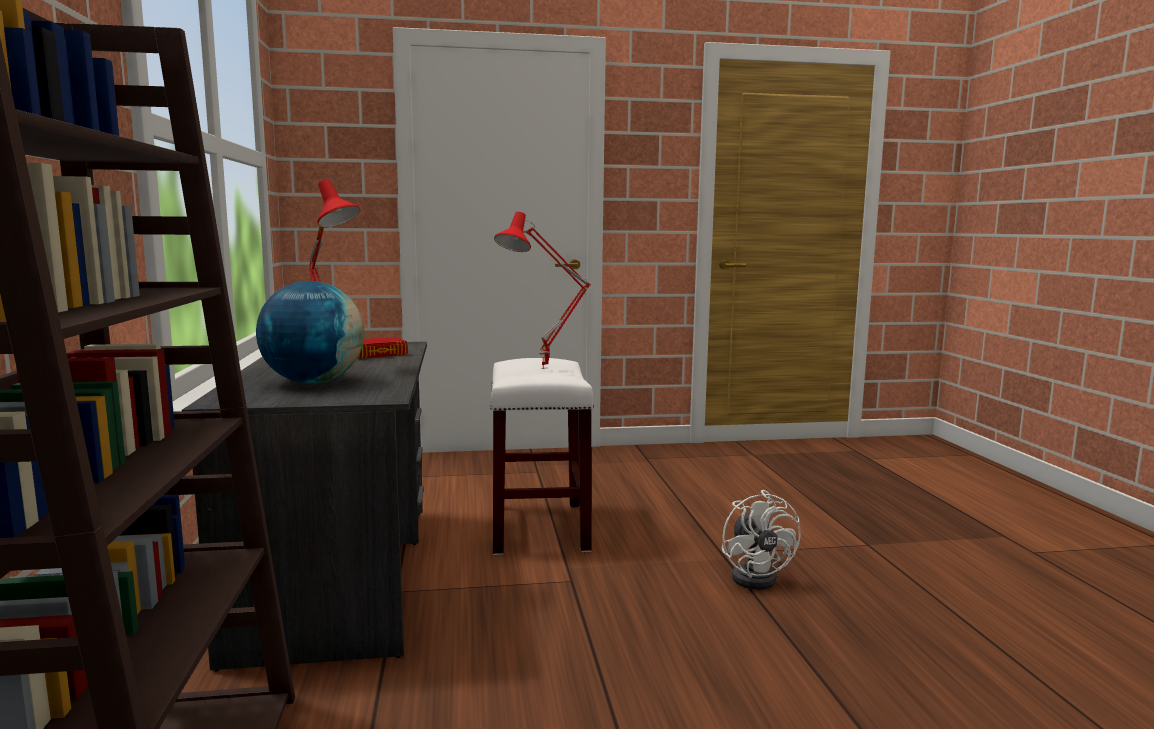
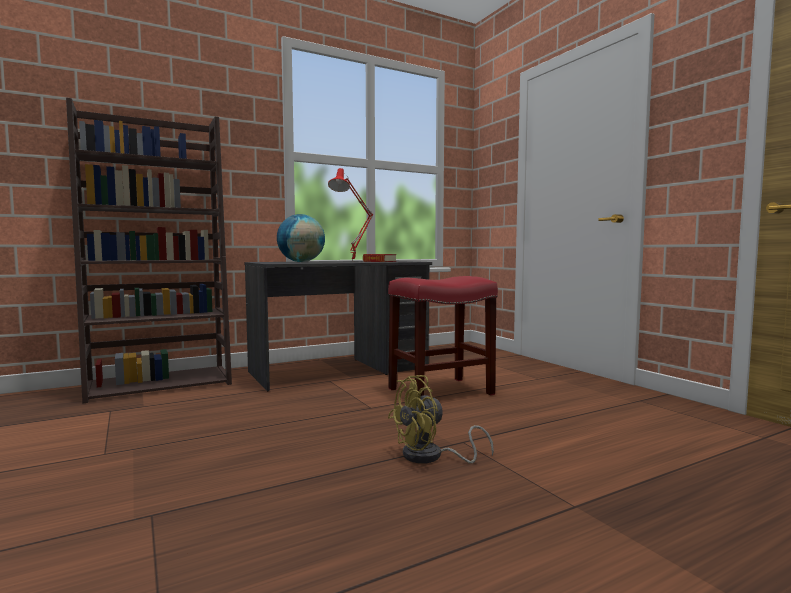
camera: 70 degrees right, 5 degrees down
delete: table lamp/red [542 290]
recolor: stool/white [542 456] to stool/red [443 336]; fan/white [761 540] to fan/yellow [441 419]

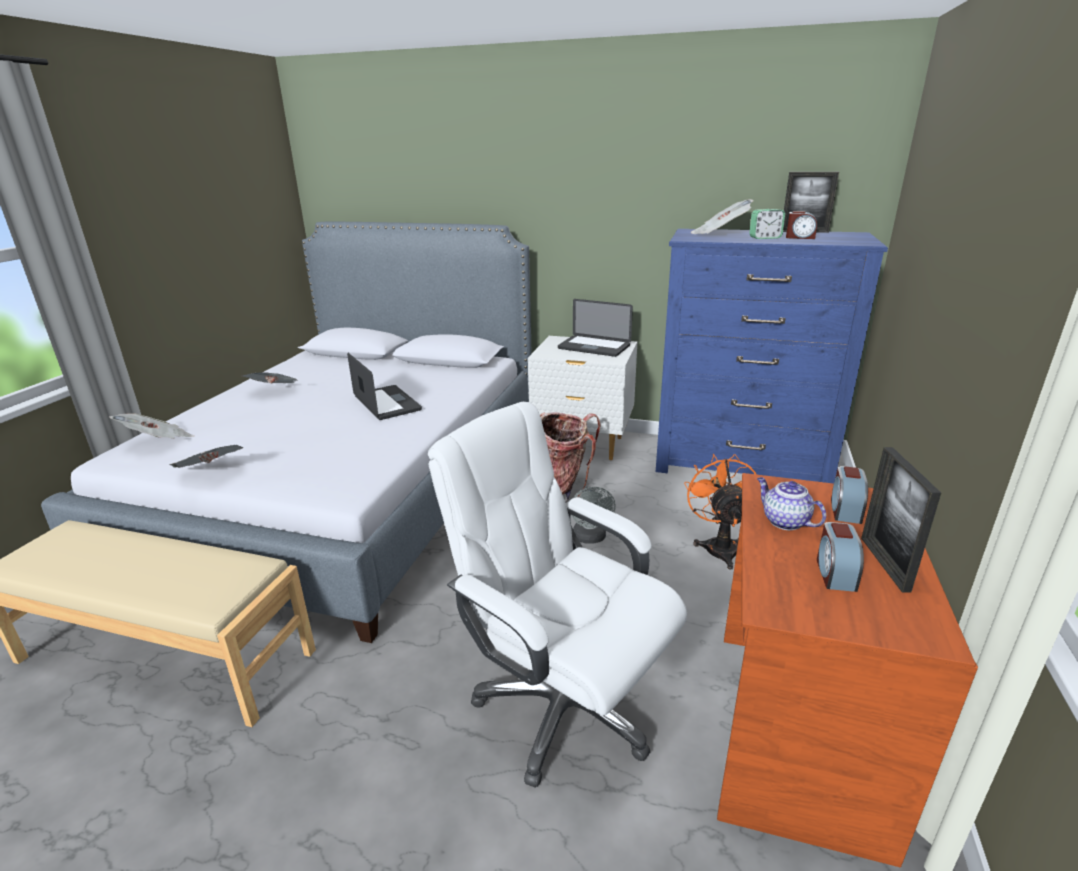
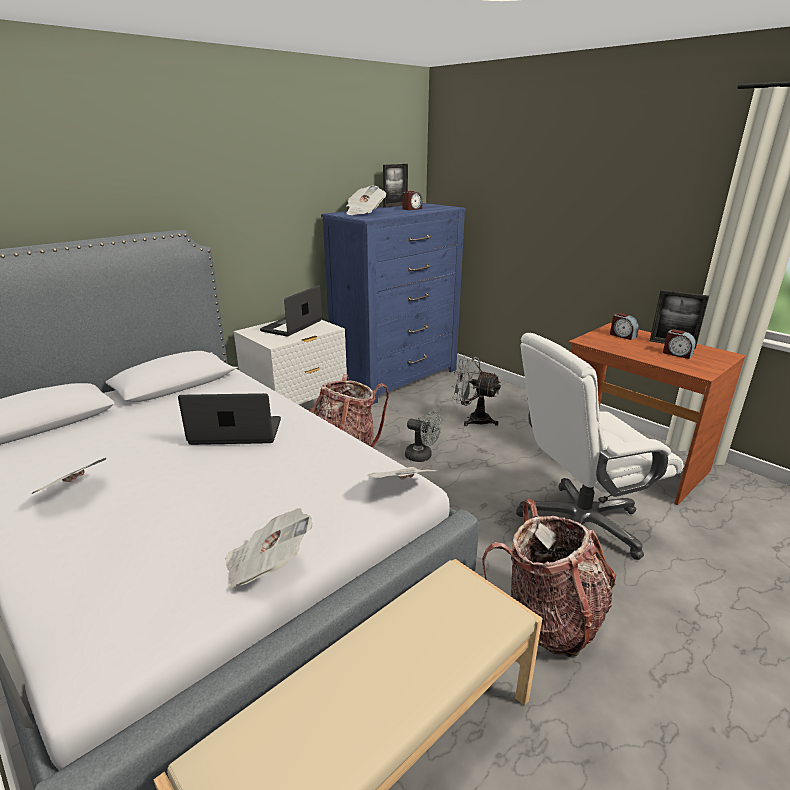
camera: 60 degrees left, 0 degrees up
delete: alarm clock [767 224]; teapot [791 503]
insert: backpack [549 578]
move: newspaper [152 425] to [403 473]
recolor: fan/orange [720 512] to fan/grey [476 390]
rotate: laptop [595 328] = [291 311] 150 degrees clockwise

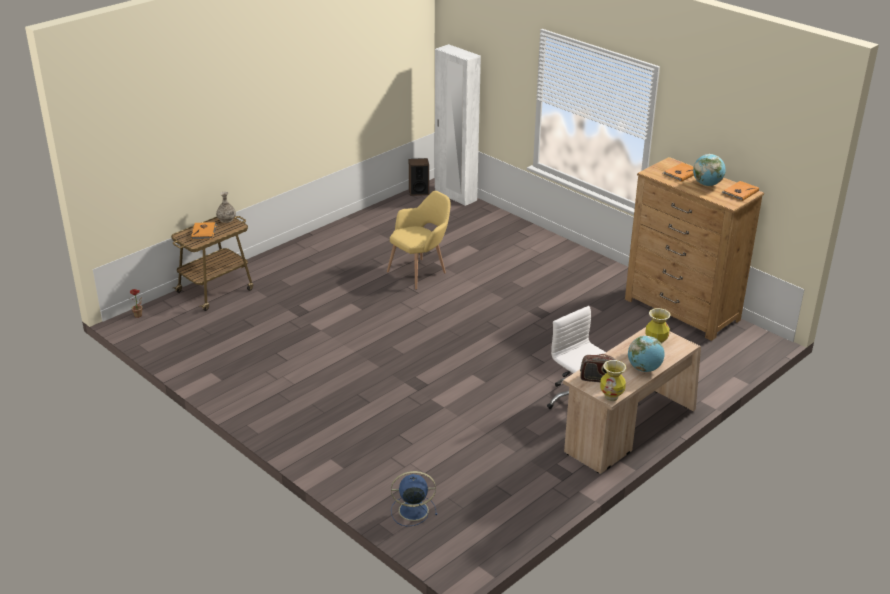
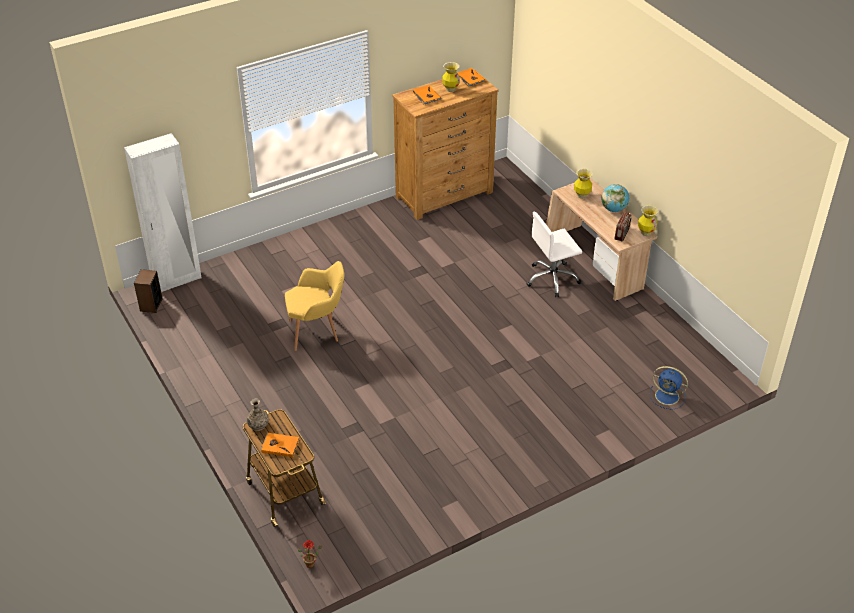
camera: 75 degrees left, 10 degrees up
replace: globe [709 170] to vase [451 77]
rotate: armchair/yellow [419 240] = [314 306] 105 degrees clockwise; fan/blue [414 498] = [669 388] 75 degrees counterclockwise

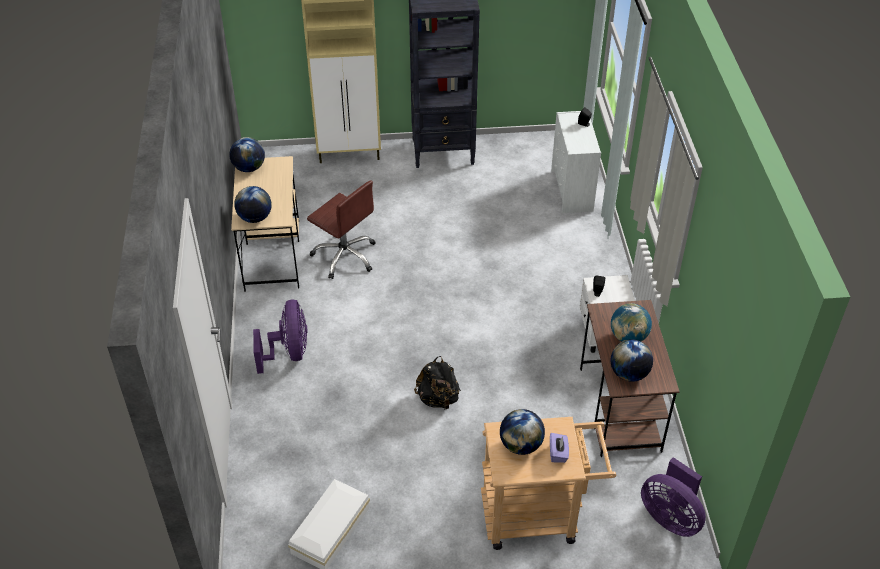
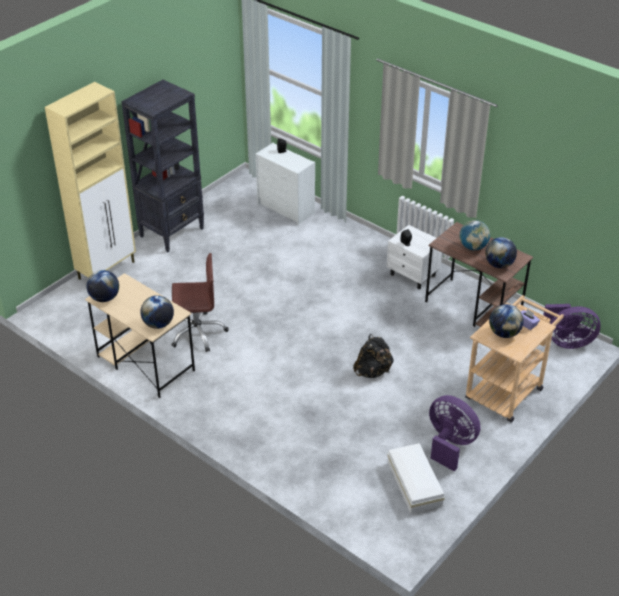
camera: 45 degrees left, 5 degrees down
move: fan/purple [280 337] to [455 433]

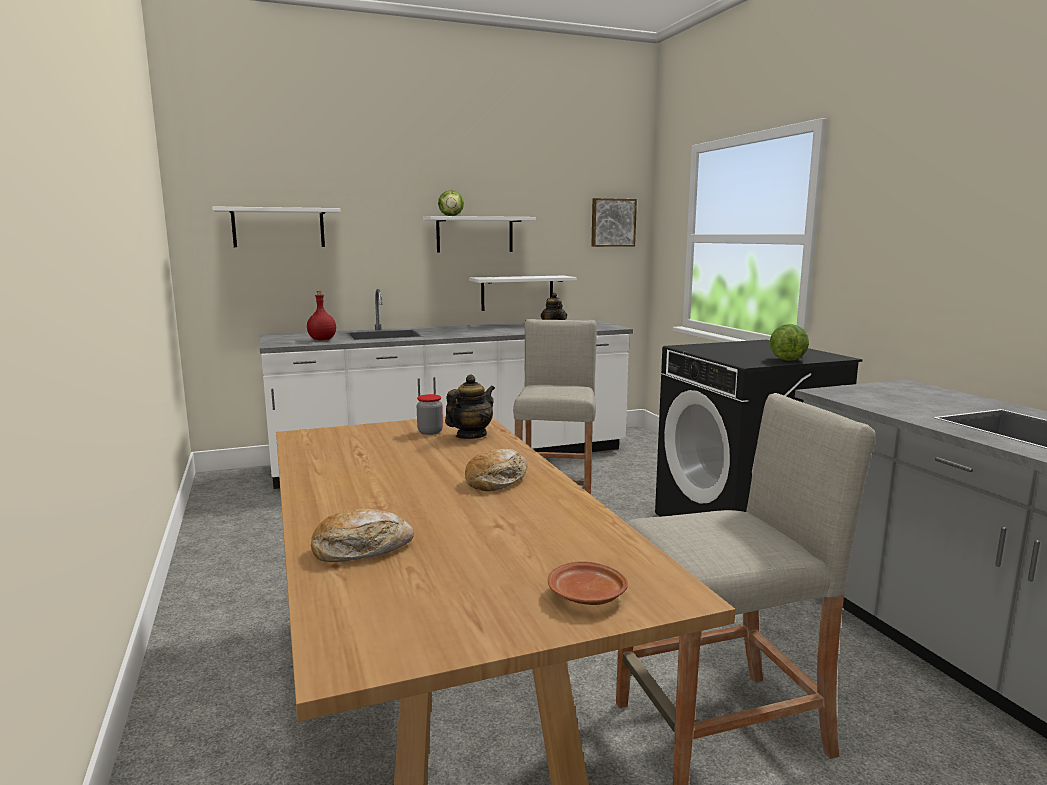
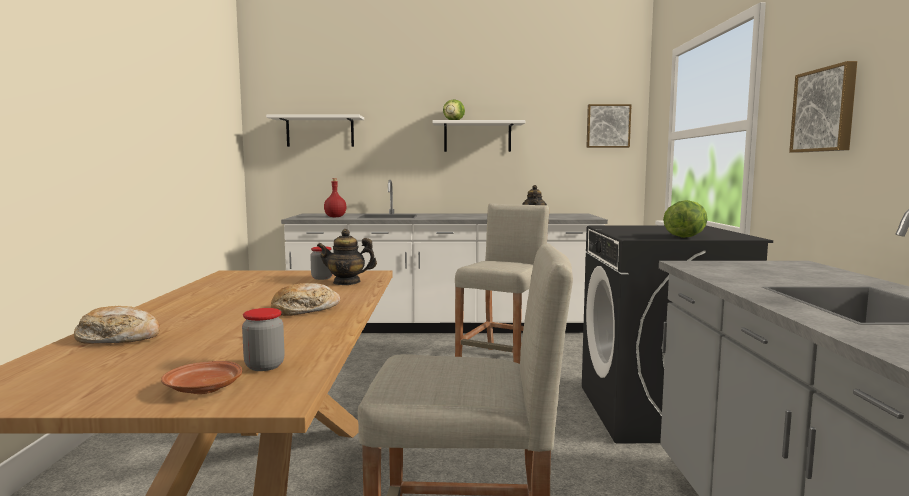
camera: 20 degrees right, 5 degrees down
delete: shelf/white [523 293]
insert: jar [263 339]; picture [823 107]
rotate: teapot [470 406] = [347 257] 150 degrees counterclockwise

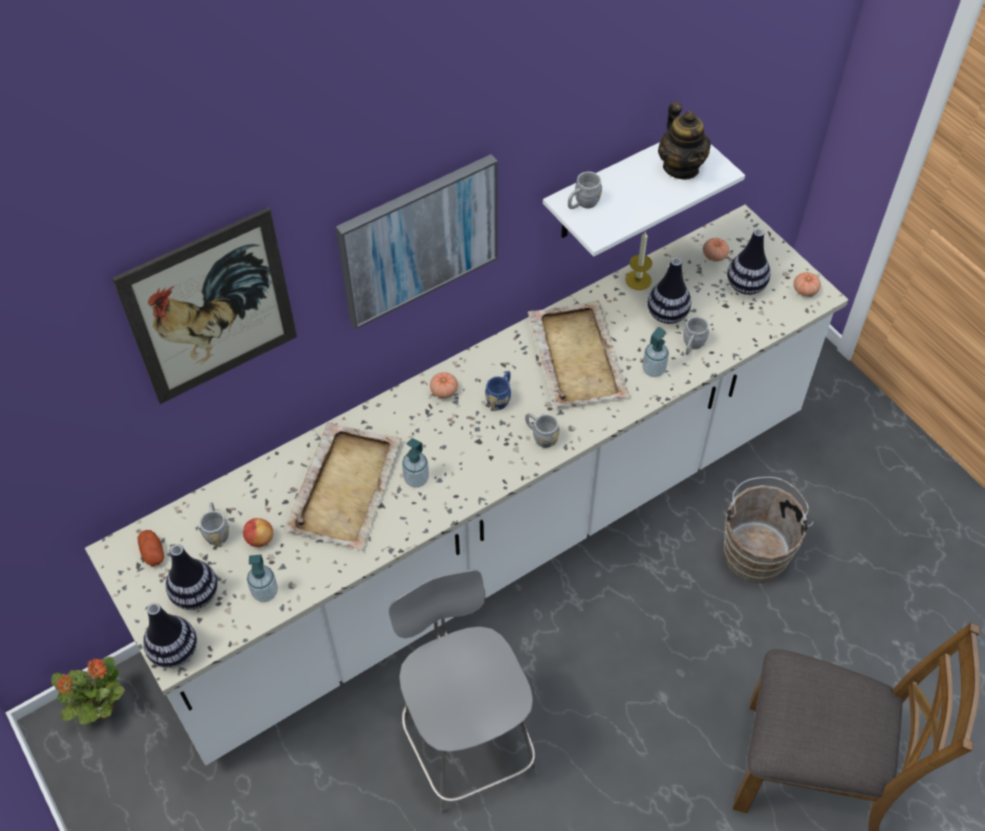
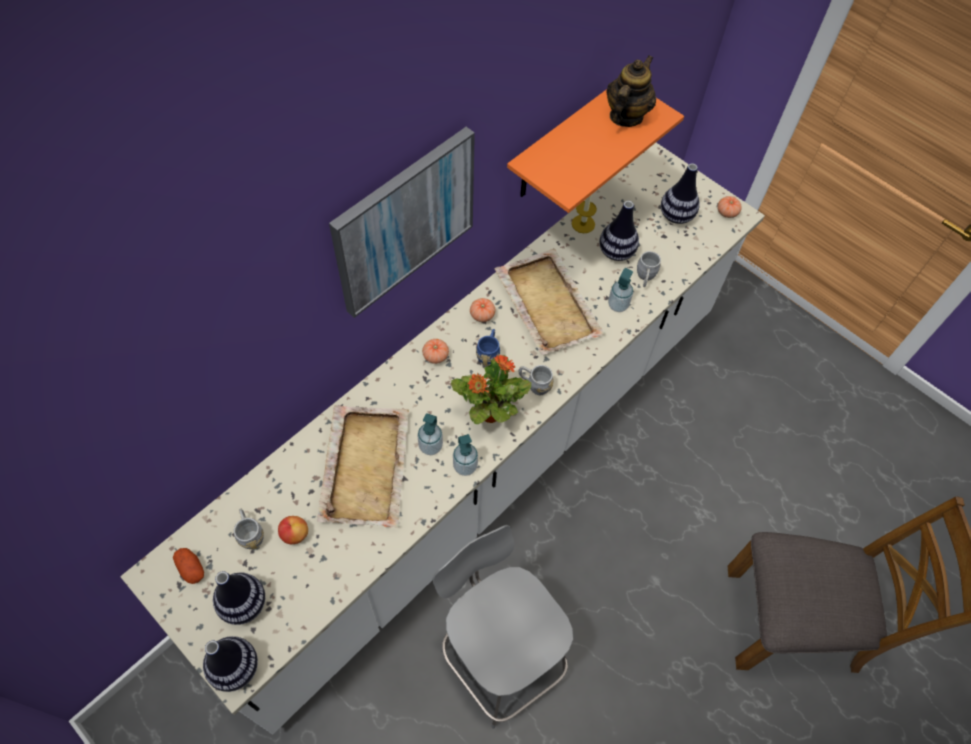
camera: 15 degrees left, 5 degrees up
delete: picture [204 305]; mug/grey [585 190]; bucket/brown [769 530]
move: potted plant [88 691] to [491 389]; soap dispenser [262 578] to [465 455]; tomato [716 249] to [483 310]
recolor: shelf/white [644 199] to shelf/orange [595 151]
rotate: teapot [684 141] = [631 91] 120 degrees counterclockwise

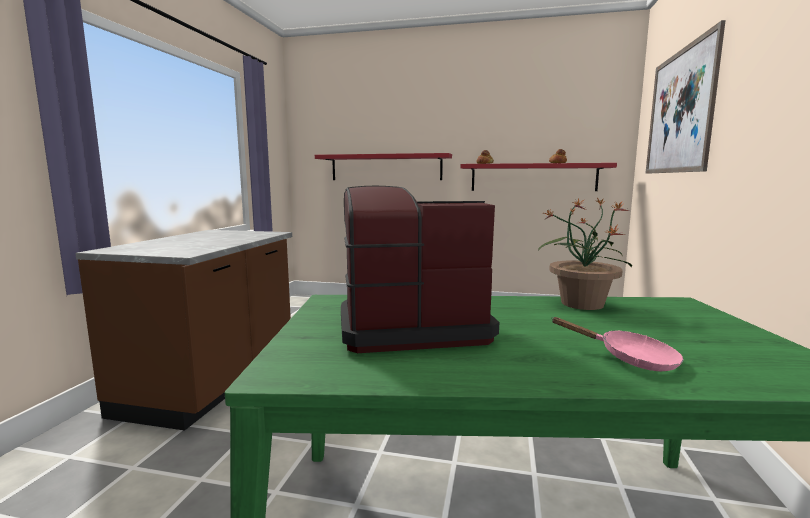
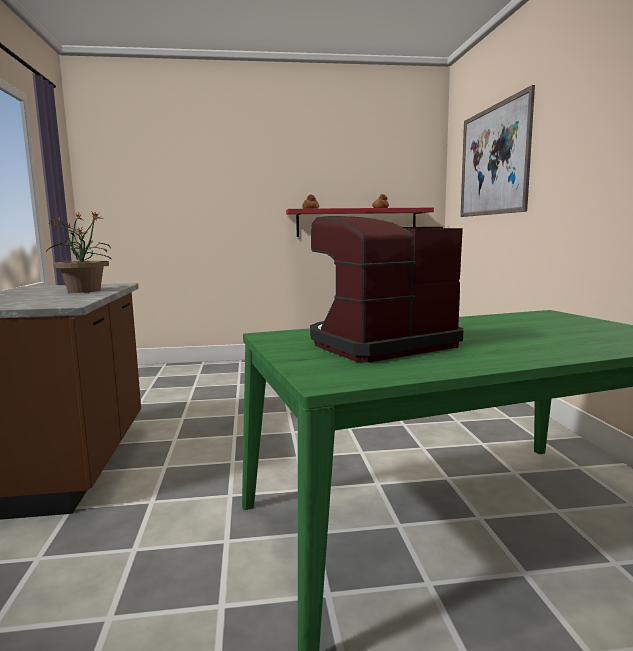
camera: 20 degrees left, 0 degrees up
delete: shelf/red [383 166]; frying pan/pink [617 344]
move: potted plant [585 254] to [79 252]

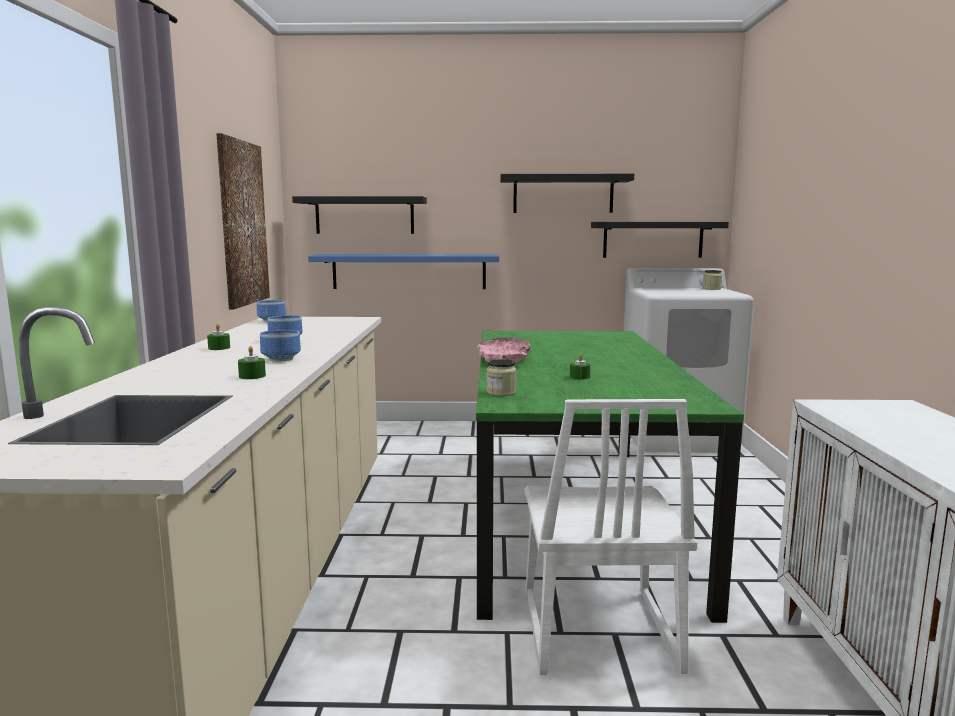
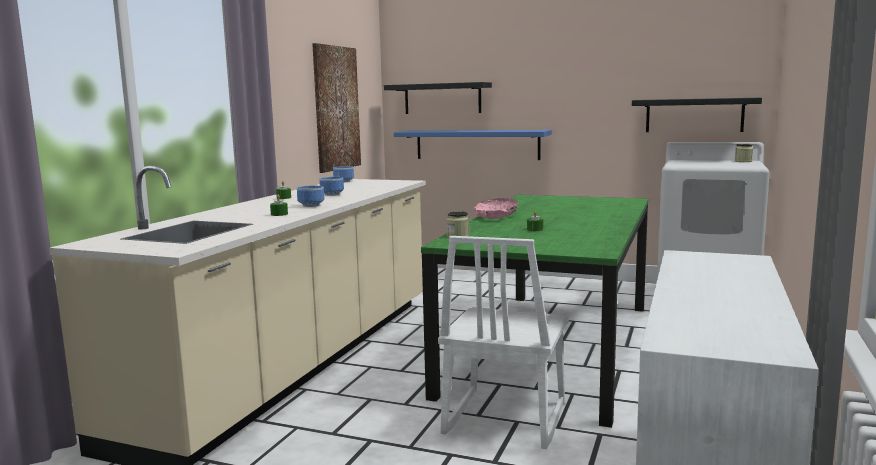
camera: 20 degrees right, 0 degrees up
delete: shelf/black [567 193]

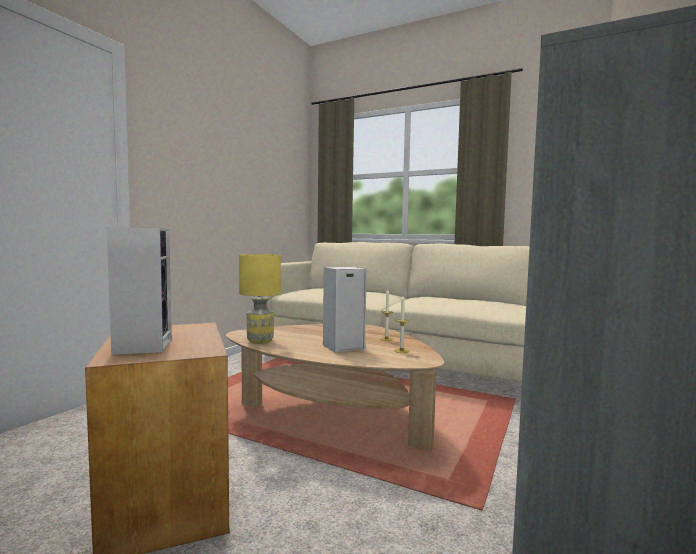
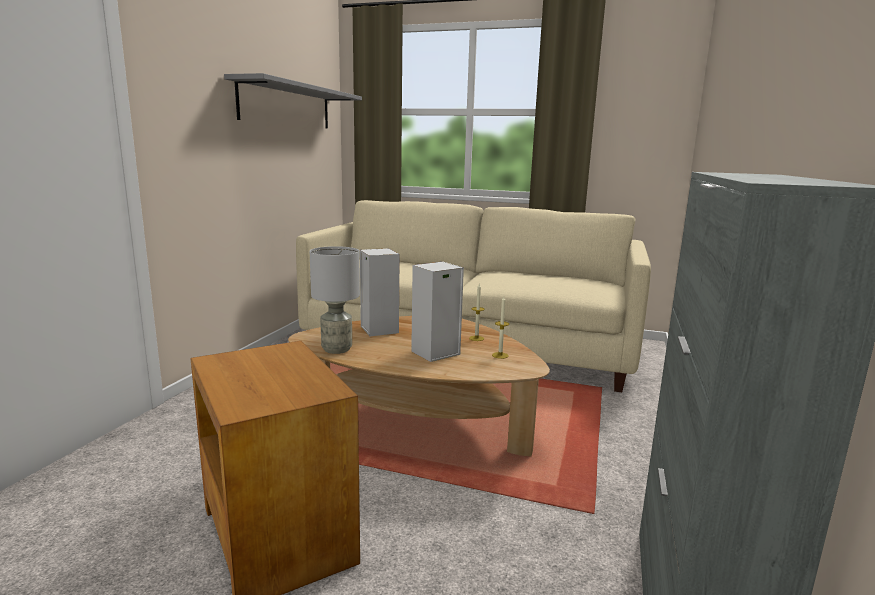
camera: 10 degrees left, 10 degrees up
insert: shelf/grey [293 101]
move: speaker [139 291] to [380 292]
recolor: table lamp/yellow [260 299] to table lamp/grey [335 300]

